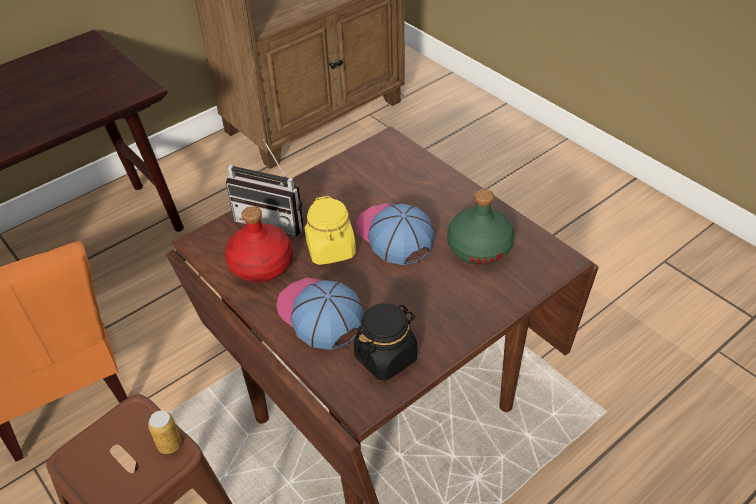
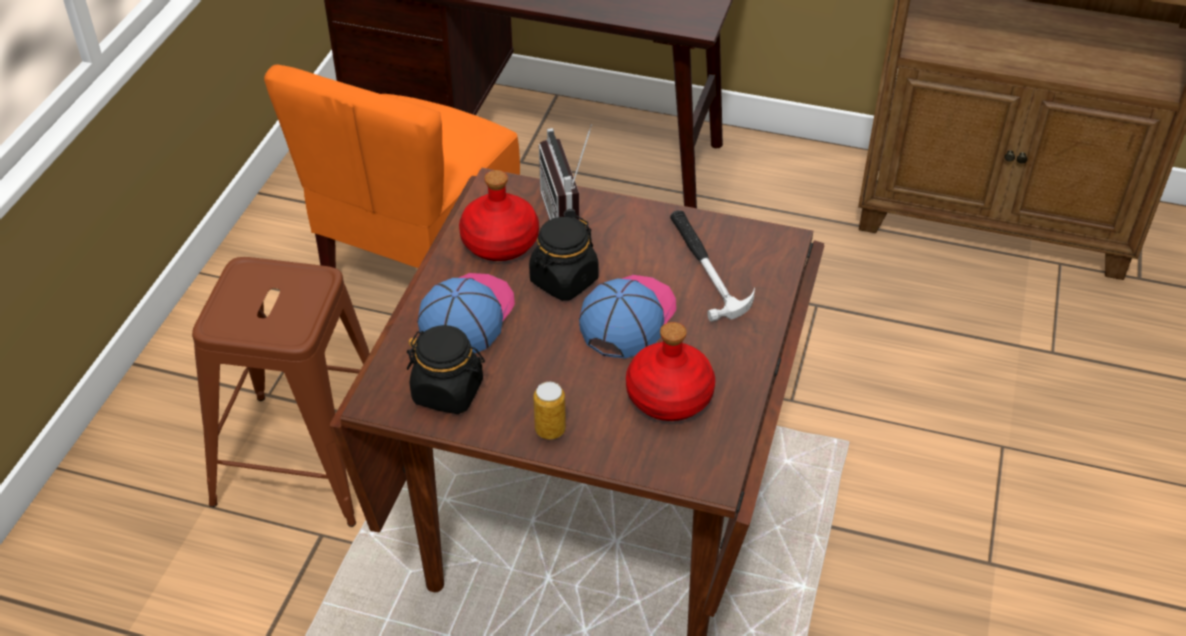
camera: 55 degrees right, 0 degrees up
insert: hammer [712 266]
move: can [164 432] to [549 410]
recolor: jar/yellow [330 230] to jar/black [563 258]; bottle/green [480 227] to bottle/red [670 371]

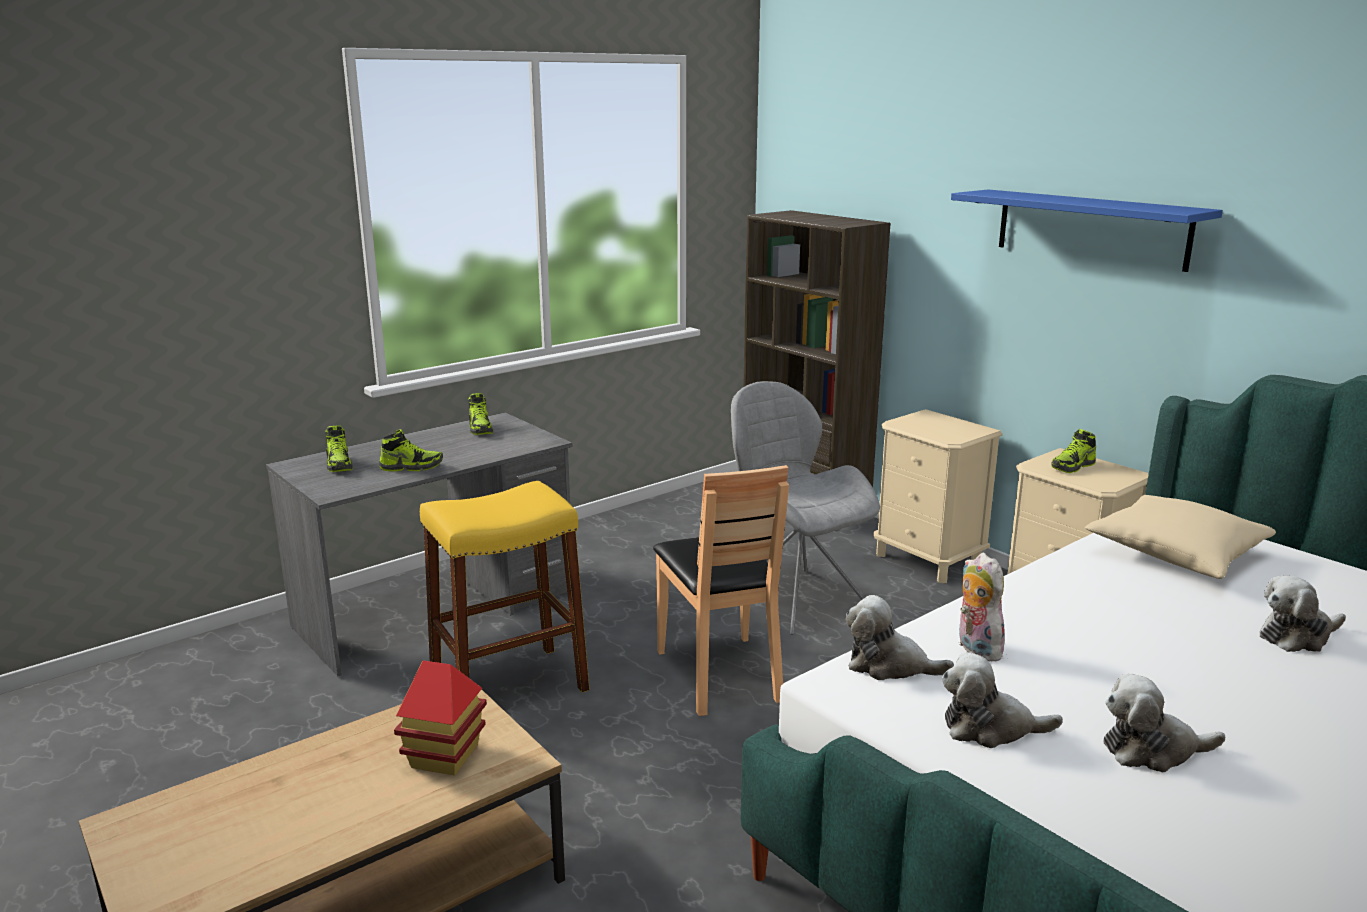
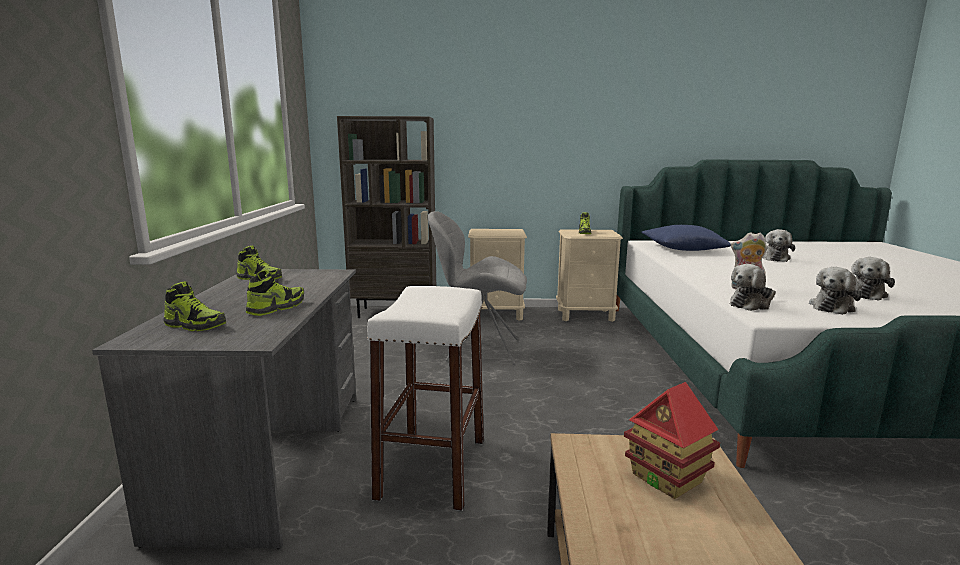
camera: 50 degrees left, 5 degrees down
delete: chair/brown [721 590]; shelf/blue [1087 231]
recolor: stool/yellow [505 586] to stool/white [425 398]; pillow/beige [1180 537] to pillow/blue [686 238]

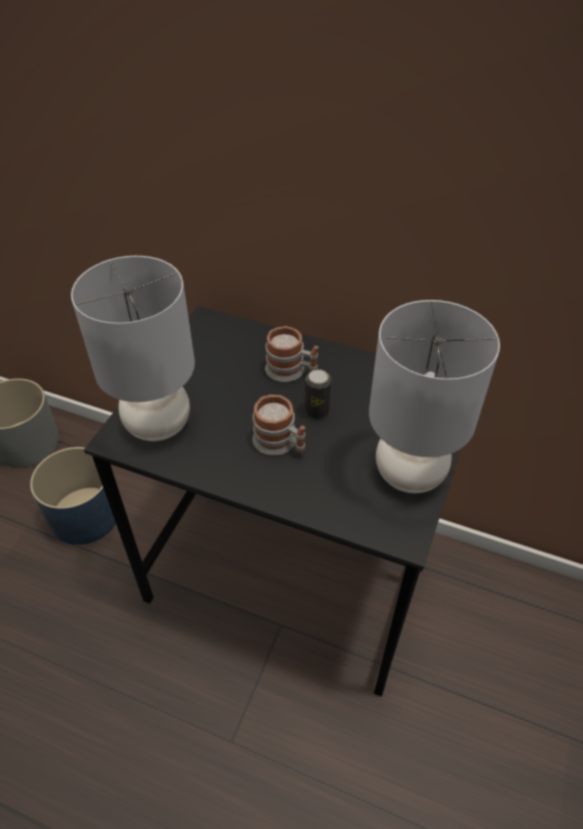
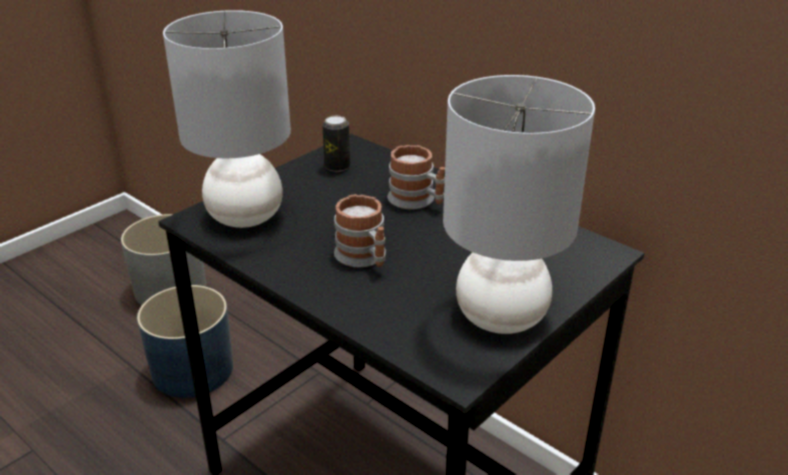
camera: 20 degrees right, 15 degrees down
move: can [318 394] to [336 144]

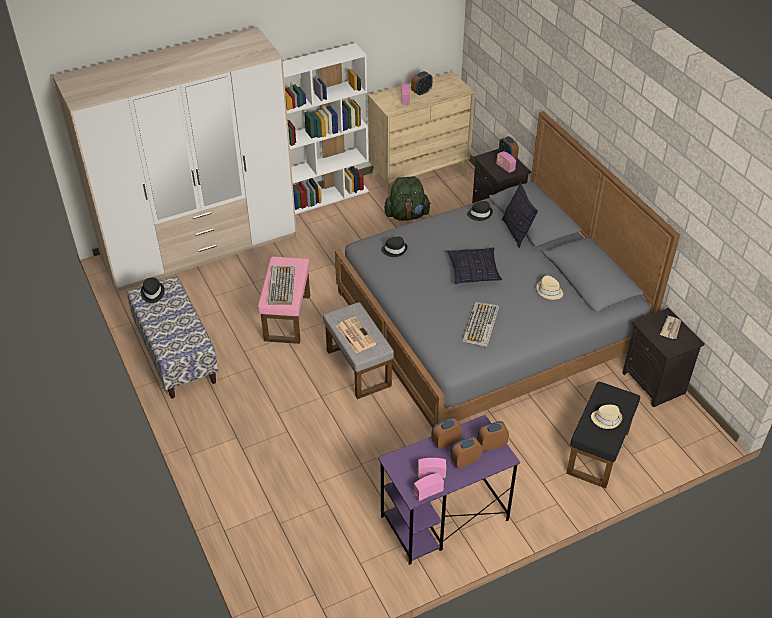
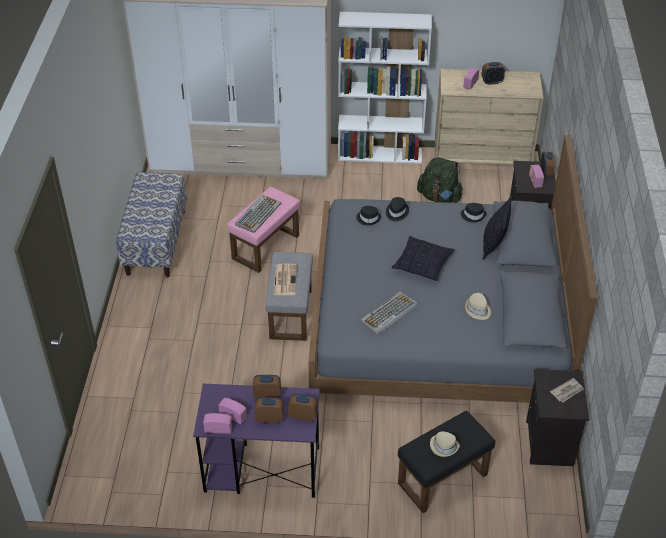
camera: 30 degrees right, 0 degrees up
move: hat/black [153 290] to [397 209]

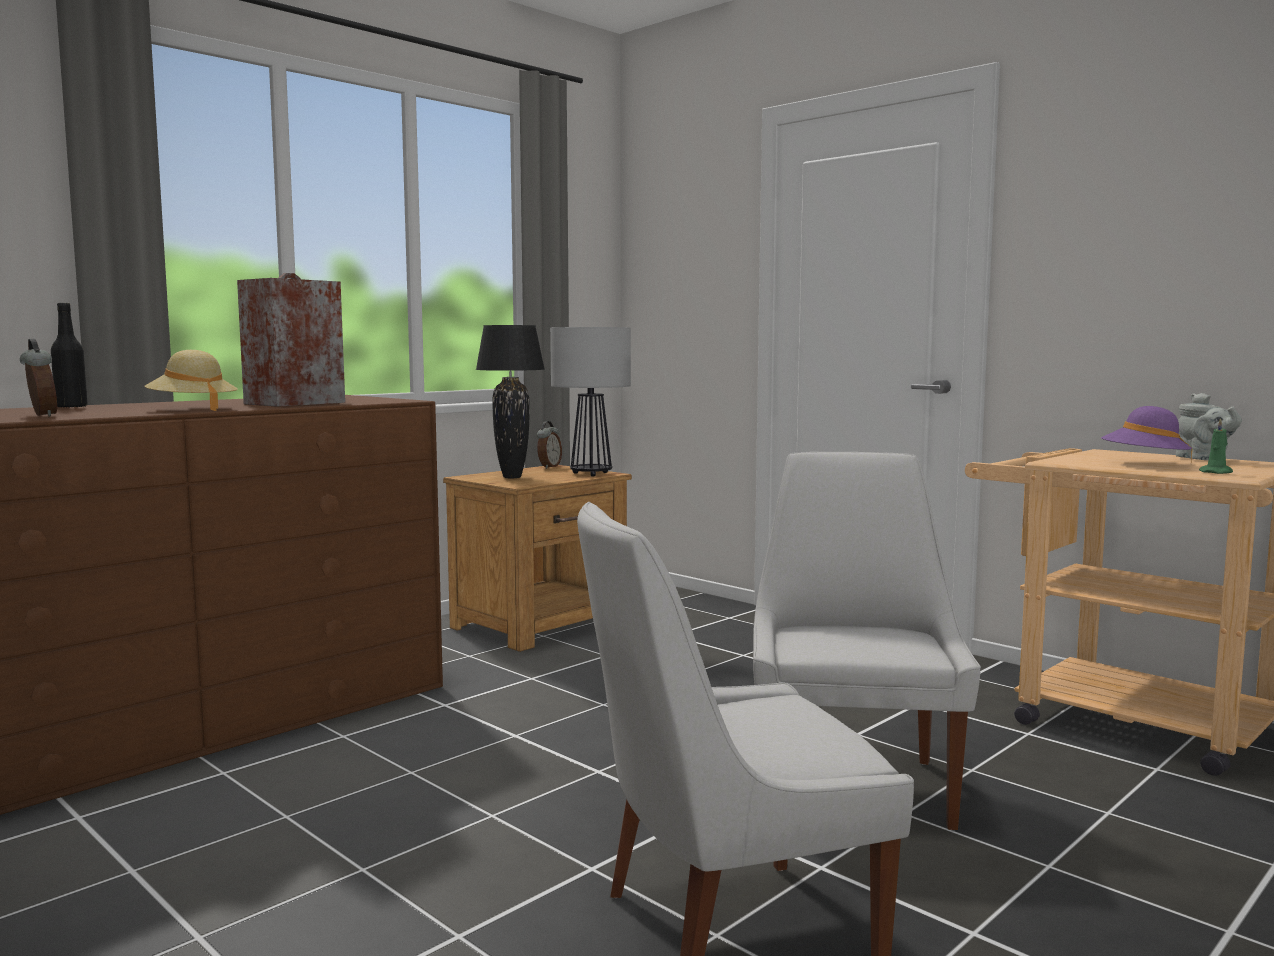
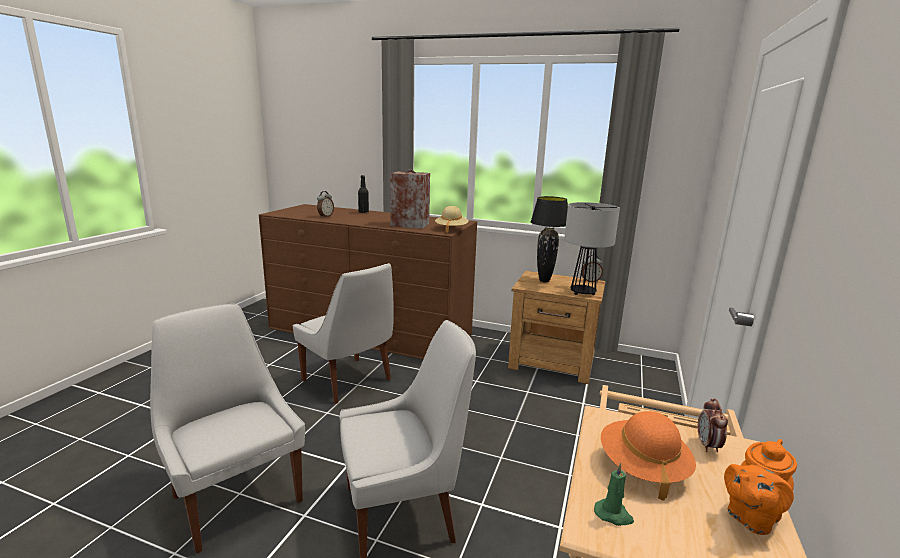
camera: 65 degrees right, 10 degrees up
insert: chair/white [343 333]; alarm clock [713 425]
move: hat/beige [191 380] to [451 219]
recolor: hat/purple [1147 435] to hat/orange [648 456]; teapot/grey [1209 426] to teapot/orange [760 487]

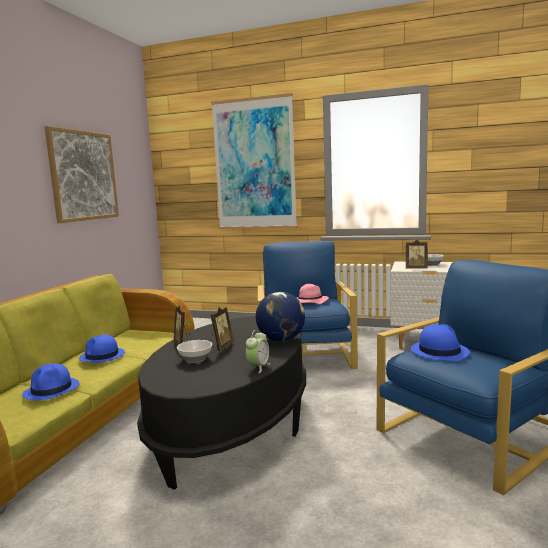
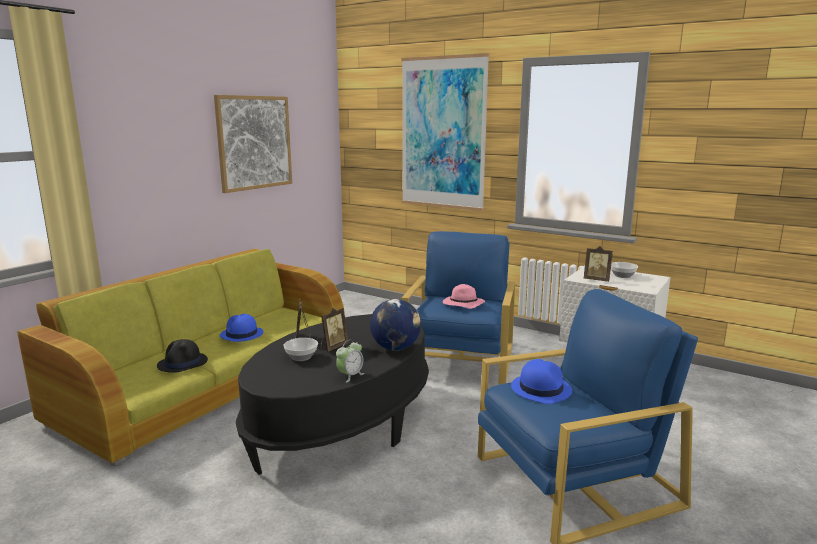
camera: 15 degrees right, 5 degrees up
recolor: hat/blue [50 381] to hat/black [182 356]

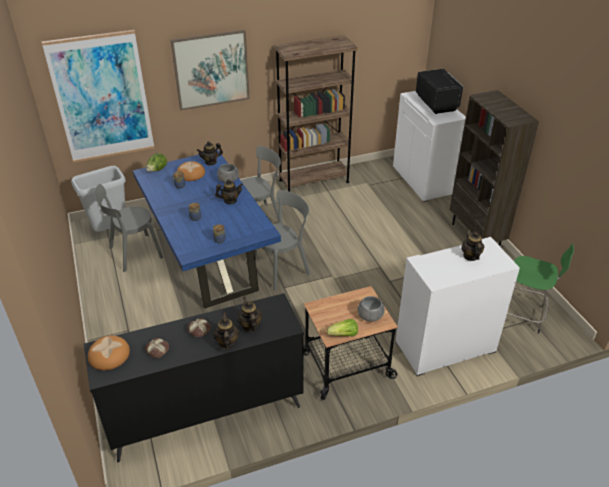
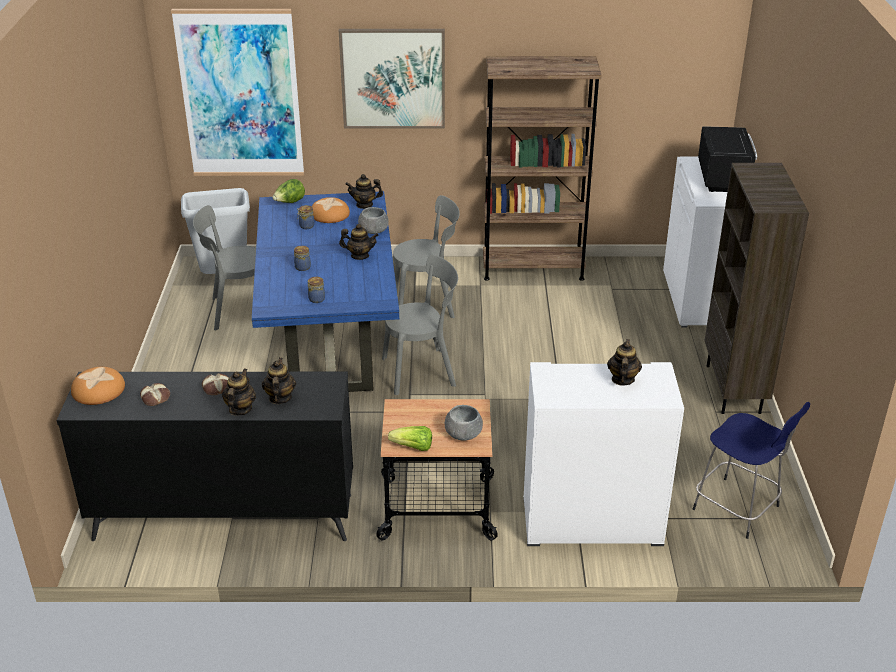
camera: 20 degrees right, 5 degrees down
recolor: stool/green [540 288] to stool/blue [751 470]

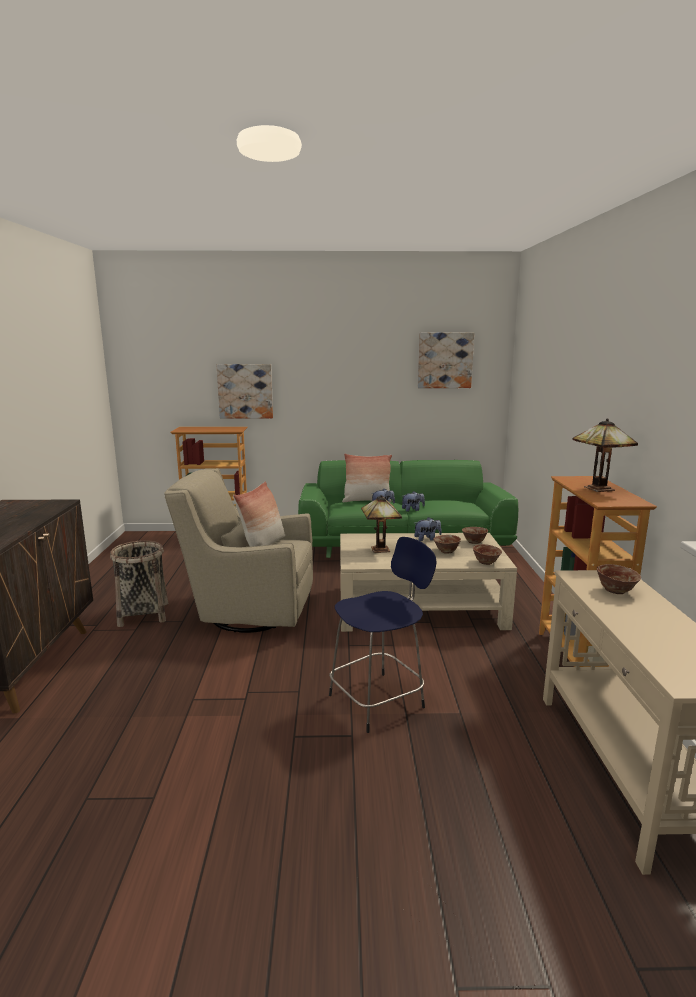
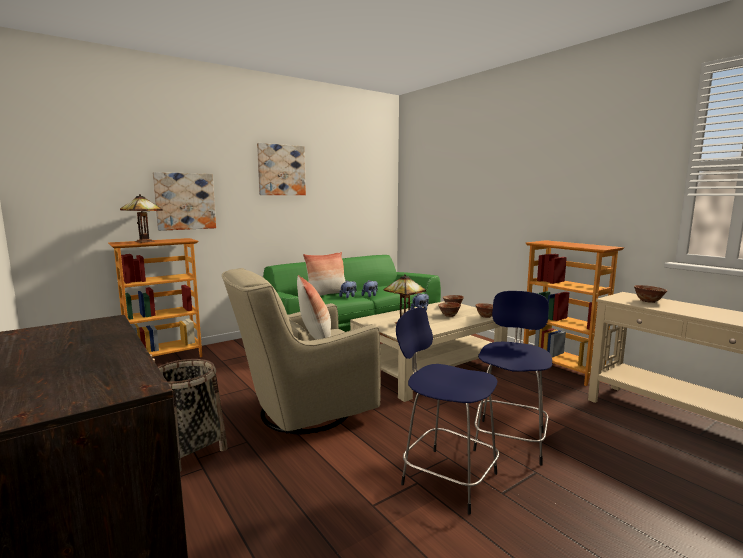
camera: 35 degrees left, 5 degrees down
insert: stool/blue [447 411]
move: table lamp [605 455] to [141 218]; picture [446 360] to [281 169]

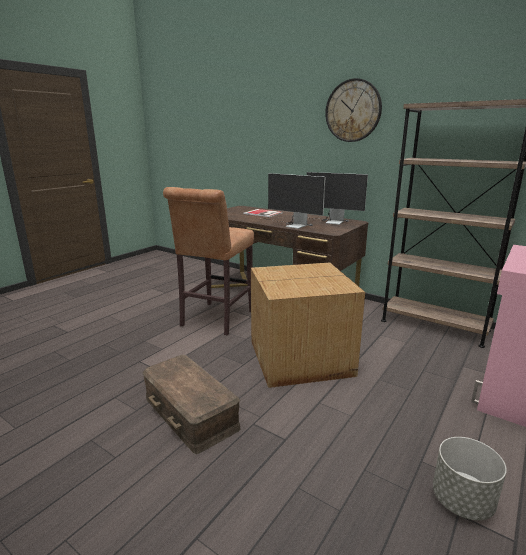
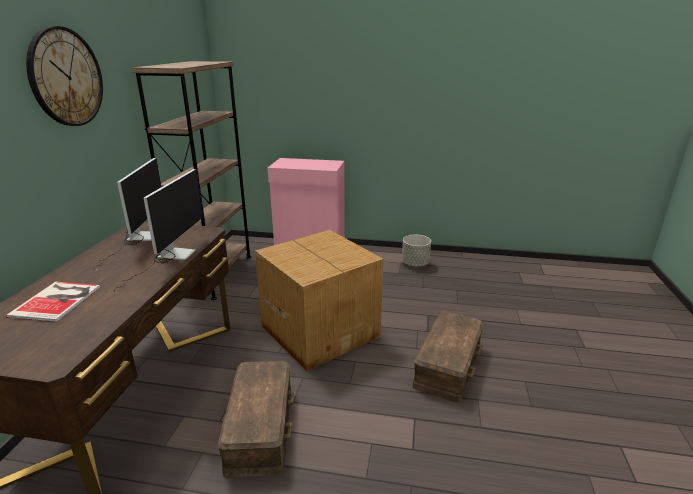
camera: 115 degrees left, 5 degrees up
replace: stool/brown [208 261] to storage box/brown [255 419]

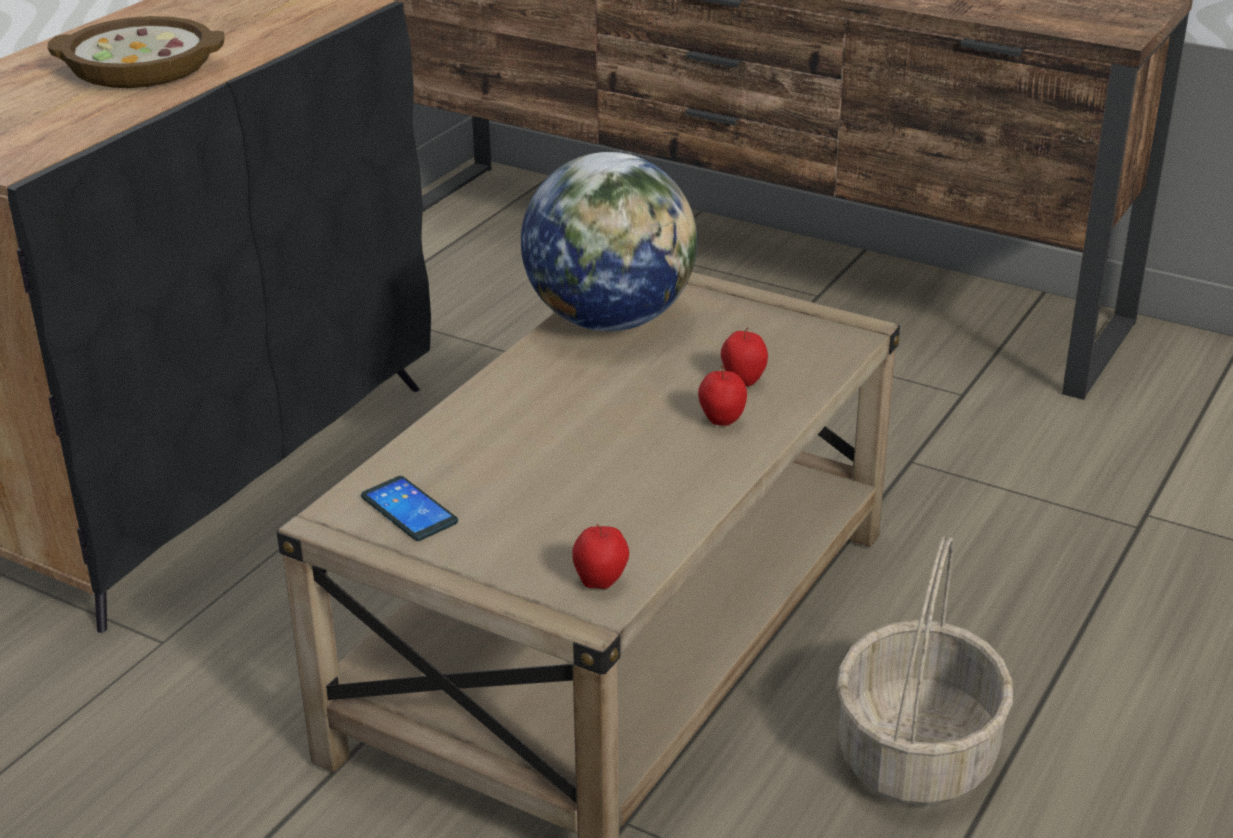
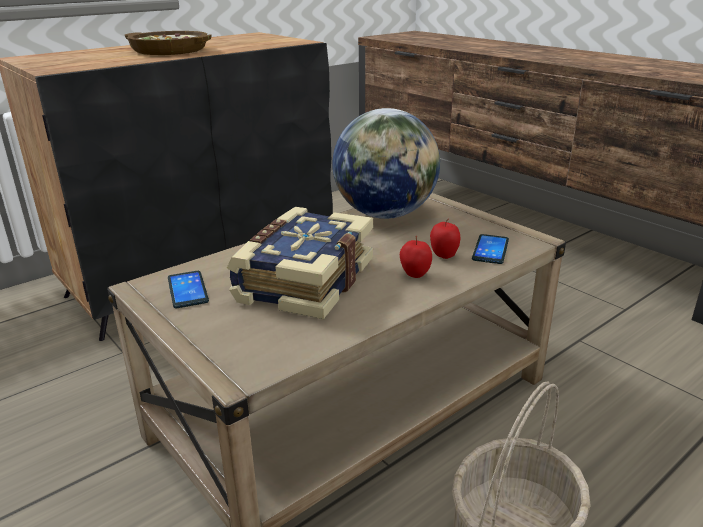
camera: 20 degrees right, 5 degrees down
delete: apple [600 556]
insert: book [300 263]; phone [490 249]

